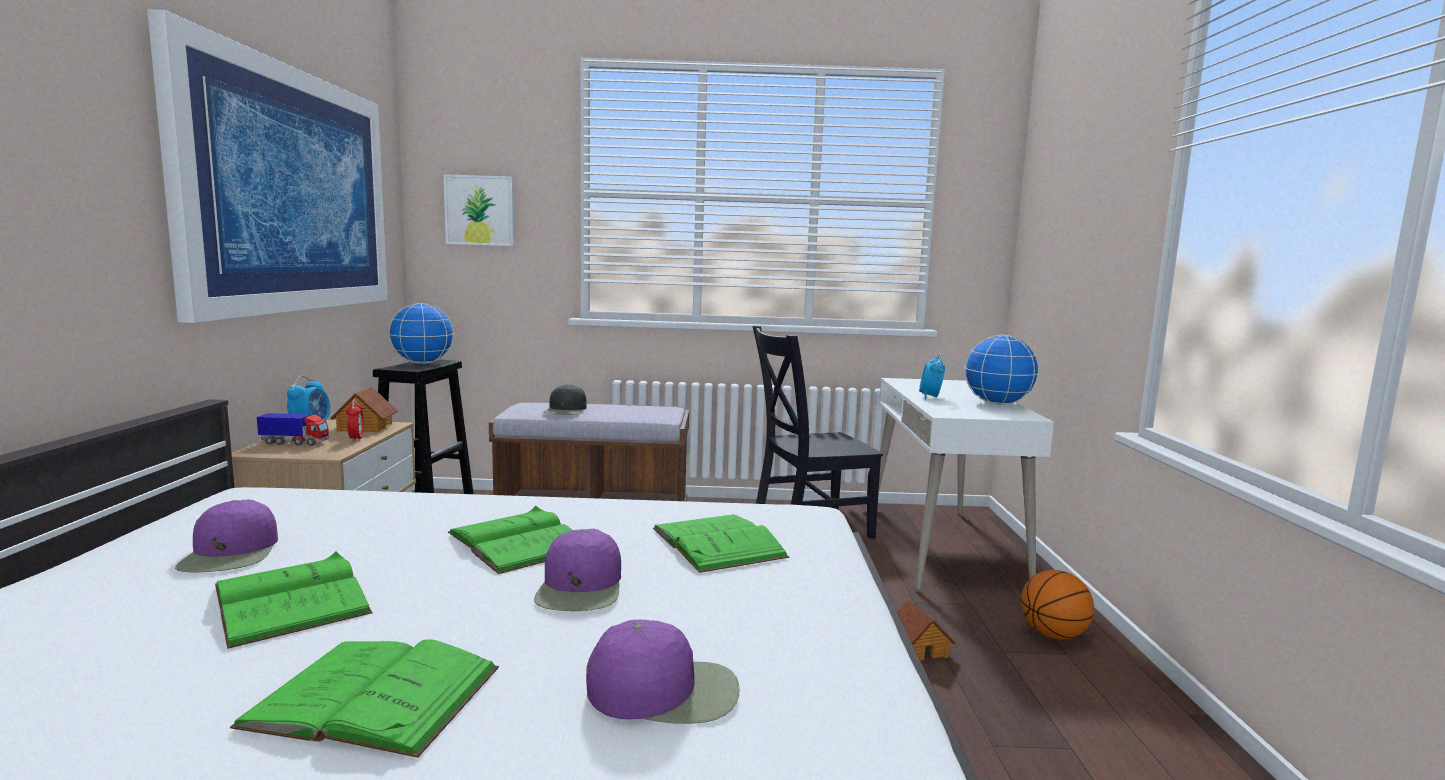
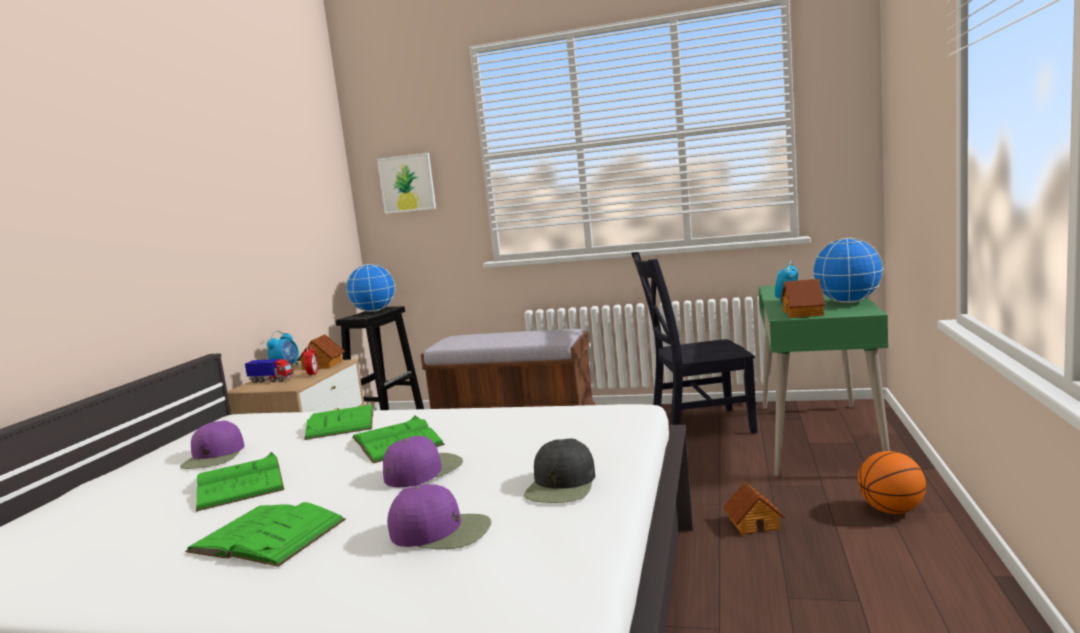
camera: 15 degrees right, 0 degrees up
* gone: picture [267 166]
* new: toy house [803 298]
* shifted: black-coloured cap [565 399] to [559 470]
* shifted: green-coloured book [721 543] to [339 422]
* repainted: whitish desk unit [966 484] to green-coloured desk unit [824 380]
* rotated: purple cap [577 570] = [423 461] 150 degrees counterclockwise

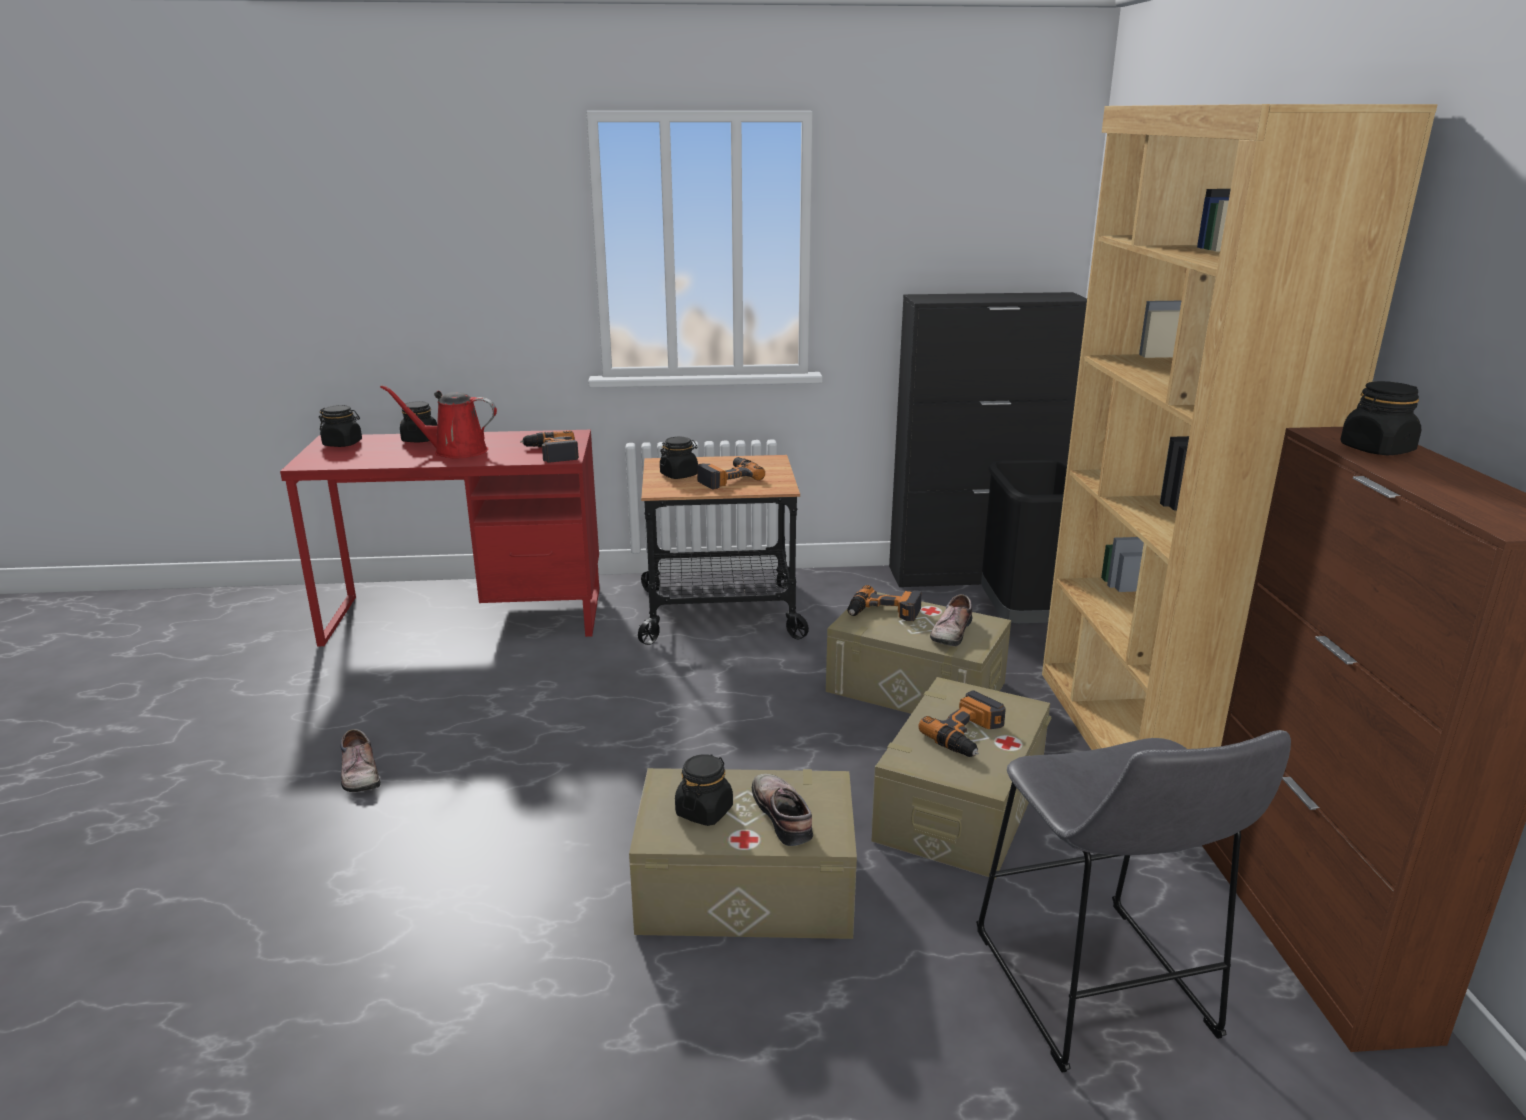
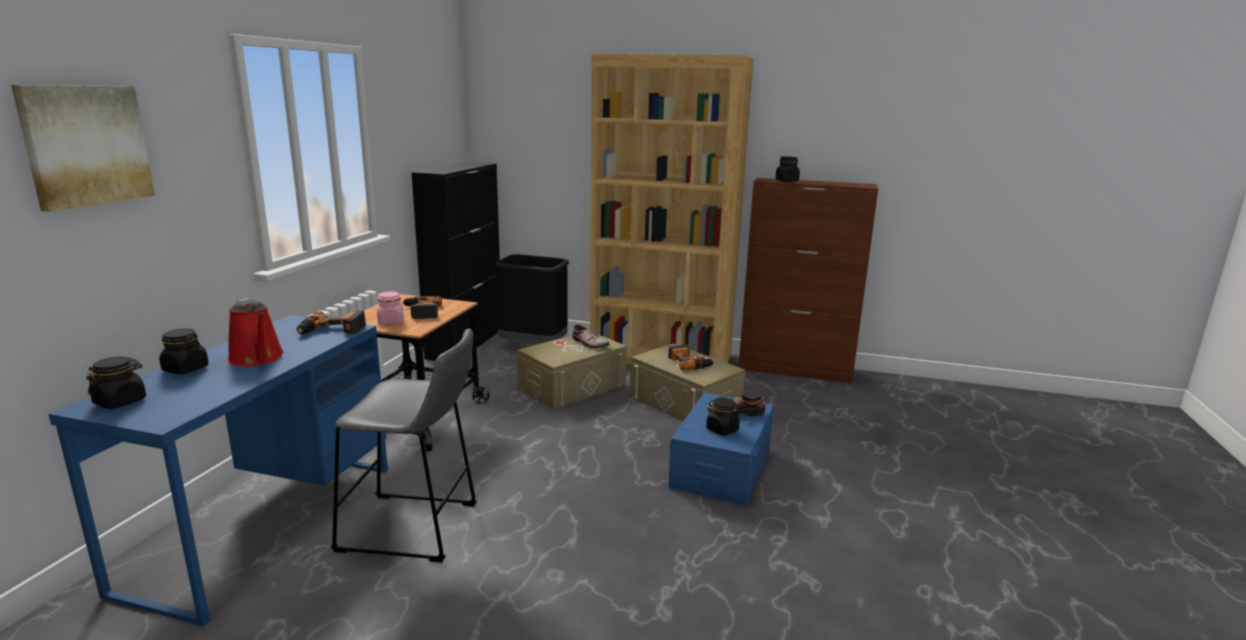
camera: 70 degrees left, 5 degrees down
* gone: shoe [361 760]
* gone: electric drill [884 603]
* new: picture [83 148]
* shifted: gray sitting stool [1133 901] to [404 445]
* repainted: reddish desk unit [439 538] to blue-coloured desk unit [218 470]
* repainted: beige-coloured storage bin [743 853] to blue-coloured storage bin [721 449]
* repainted: black-coloured jar [679 458] to pinkish jar [390 307]
* rotated: reddish sprinkling can [438 421] = [255 332] 60 degrees counterclockwise

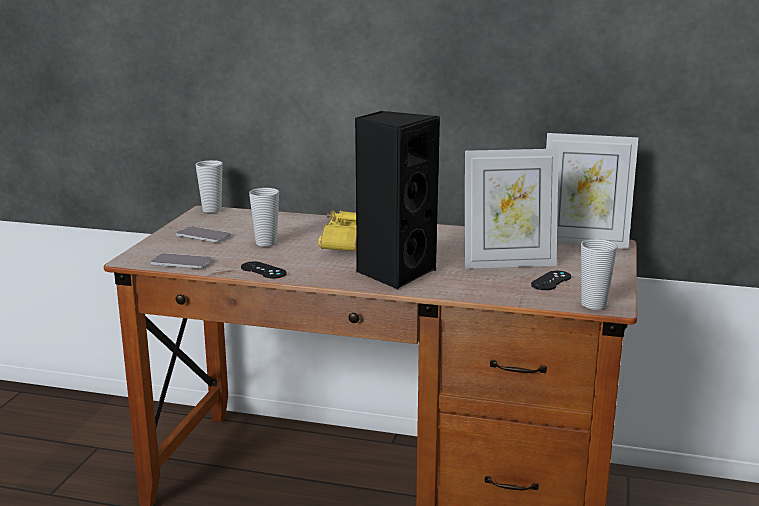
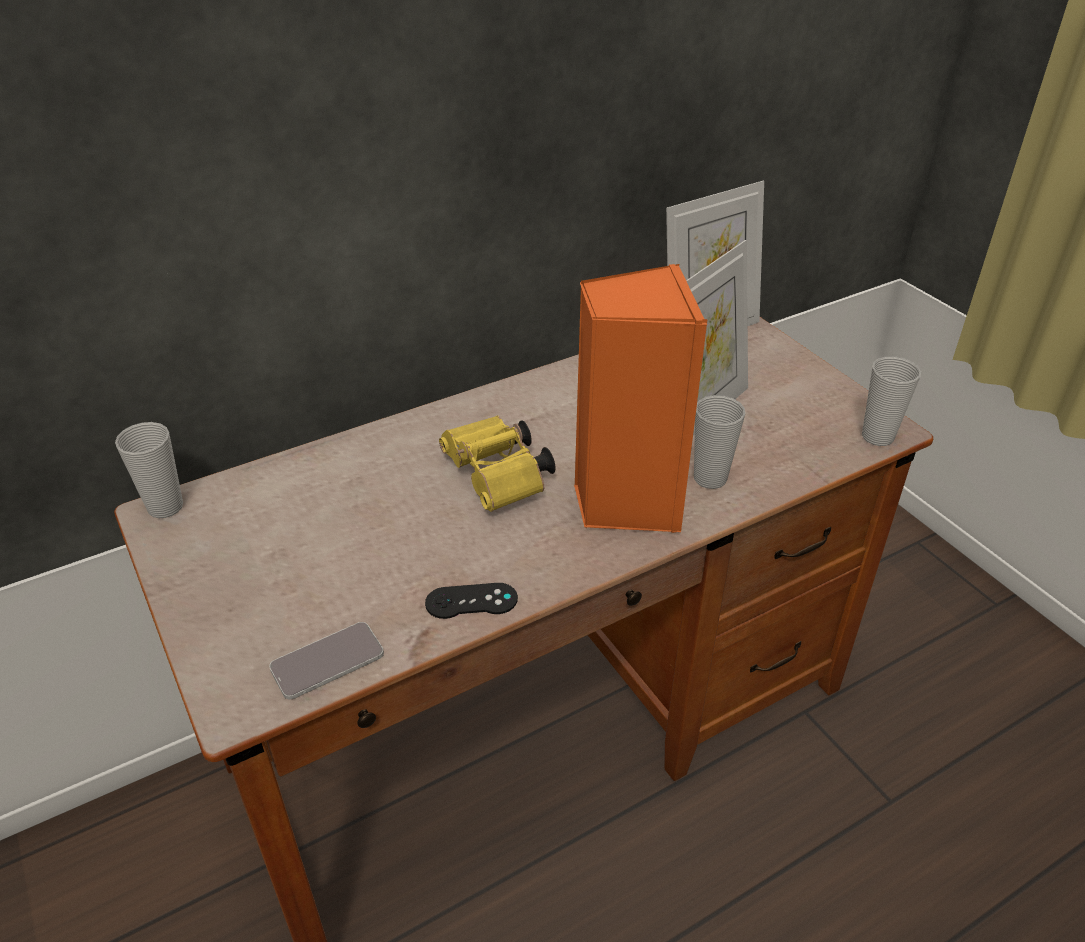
camera: 45 degrees left, 20 degrees up
* gone: handset [203 234]
* gone: black-coloured game controller [551 280]
* shifted: drinking cup [264 217] to [719 442]
* repainted: black-coloured loudspeaker [397 200] to orangey loudspeaker [641 398]

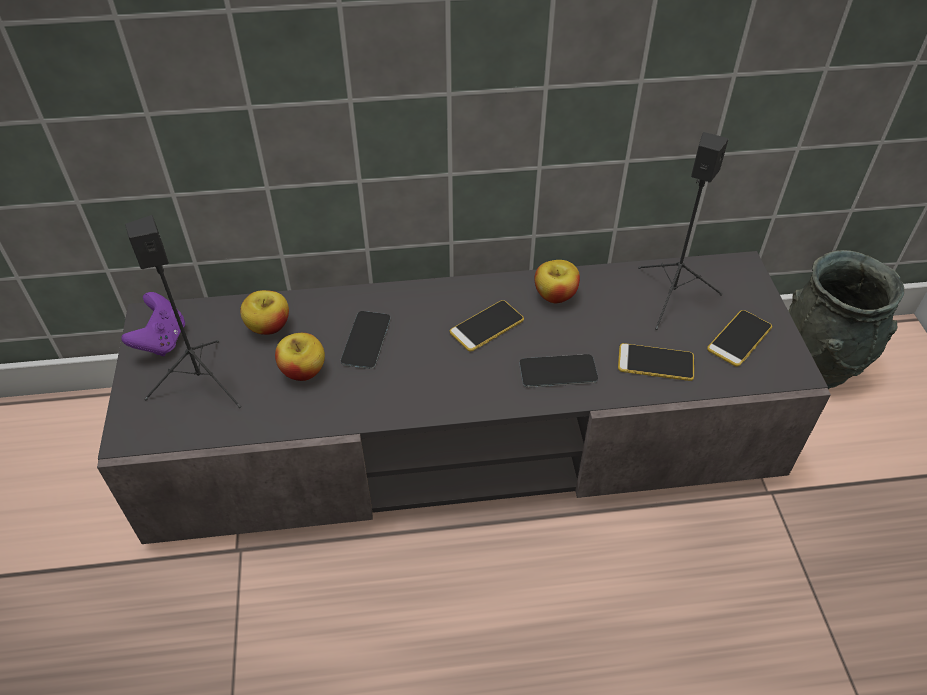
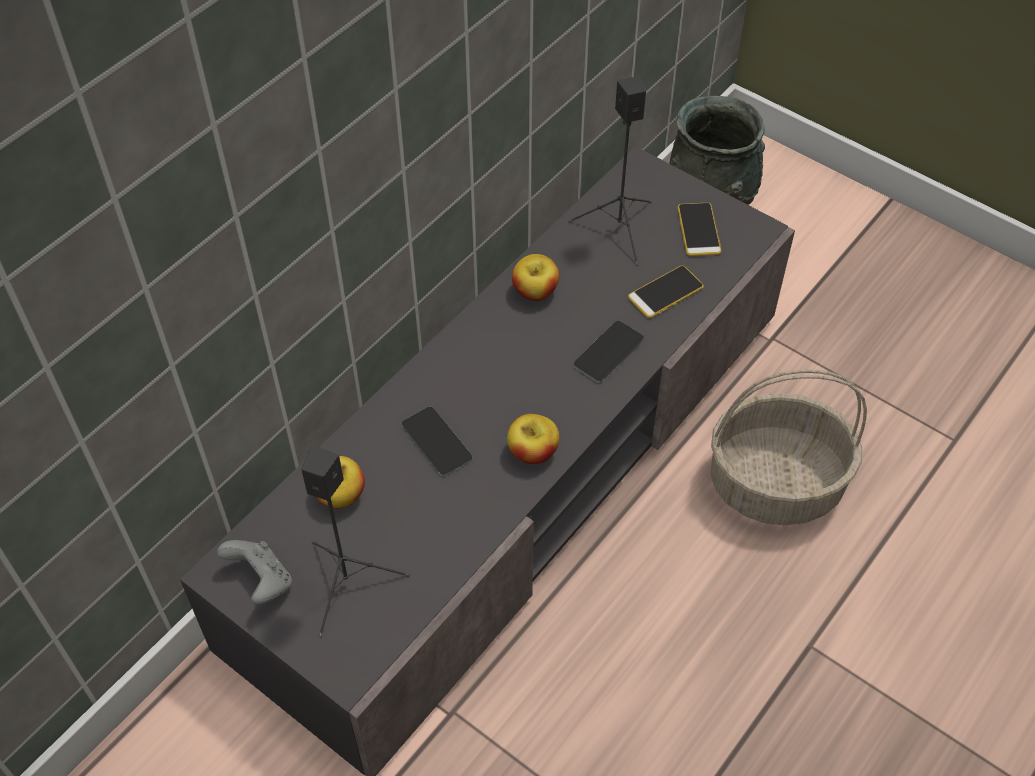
camera: 45 degrees left, 5 degrees up
* gone: handset [487 325]
* new: household basket [789 447]
* shifted: apple fruit [300 357] to [533 439]
* repainted: purple game controller [153 324] to gray game controller [254 572]

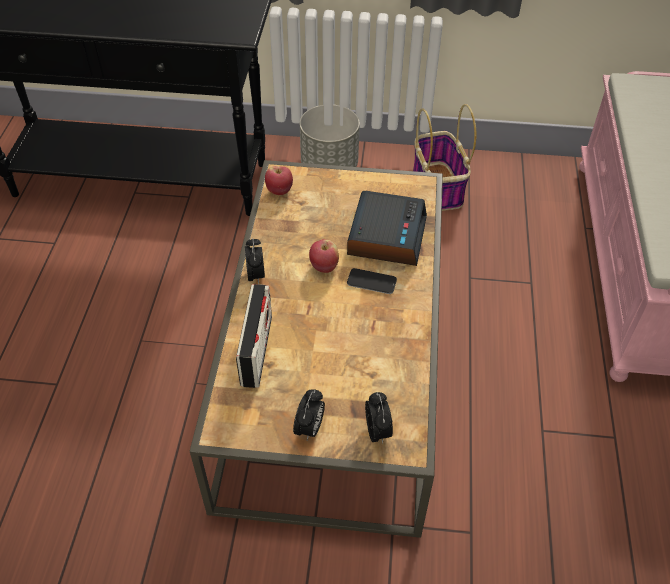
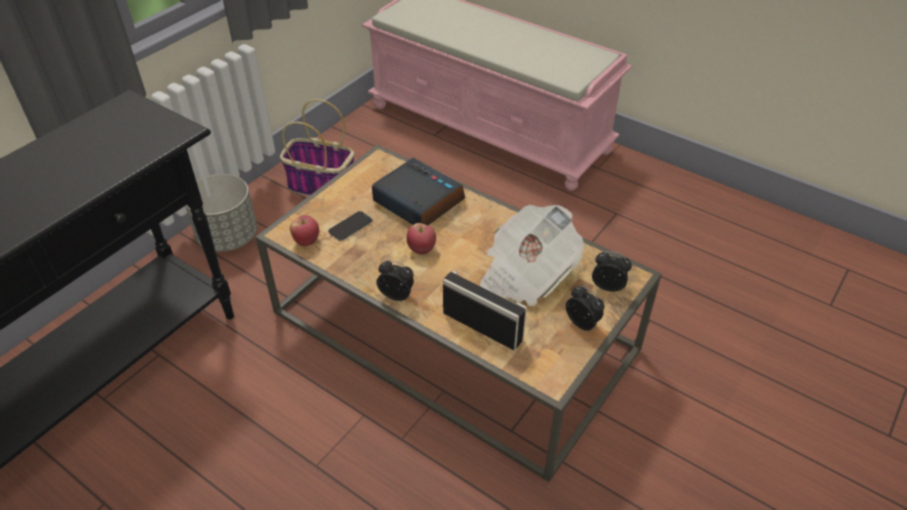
camera: 60 degrees left, 5 degrees down
* new: printed paper [532 255]
* shifted: handset [372 281] to [350 226]

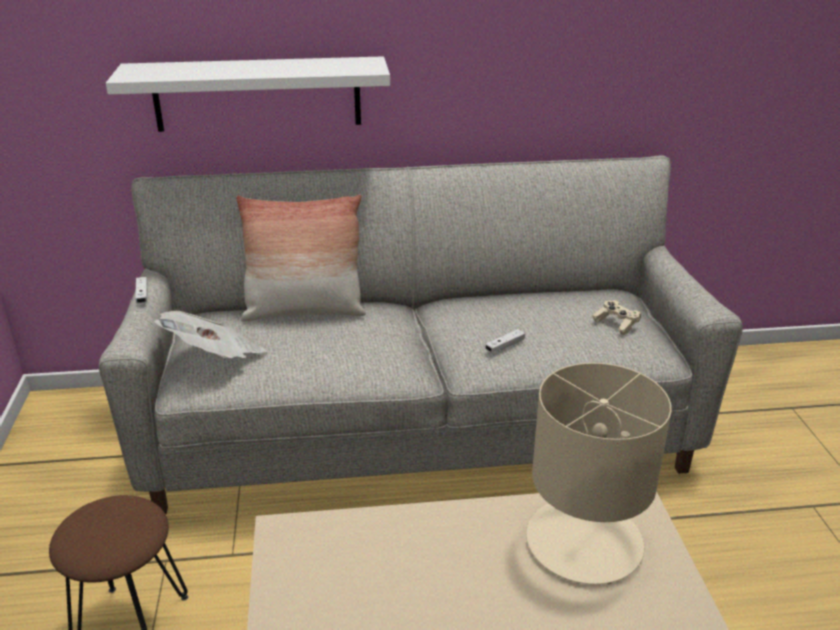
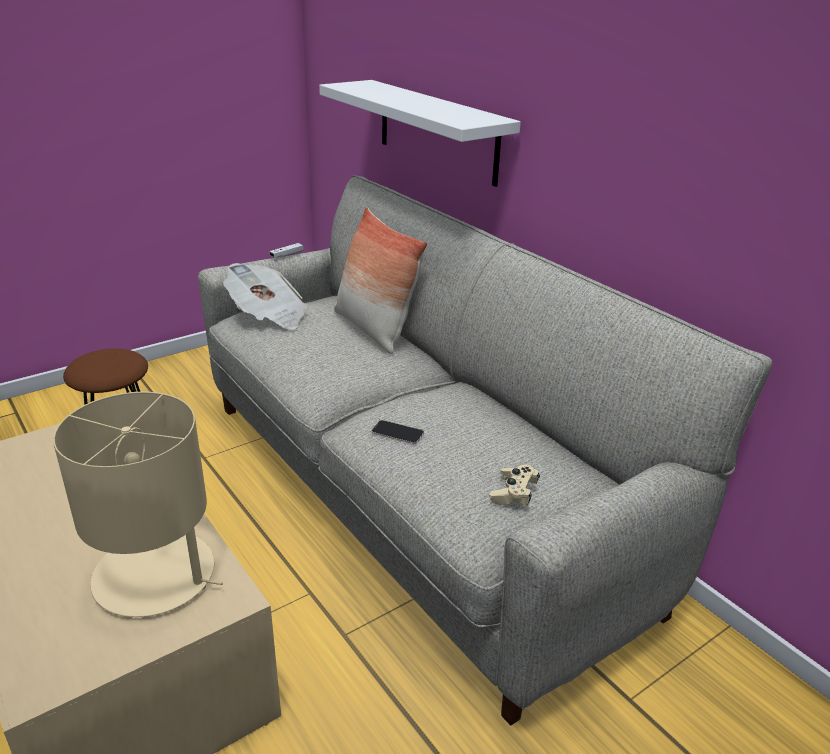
camera: 60 degrees right, 0 degrees up
* swapped: whitish game controller [505 341] to handset [397 432]

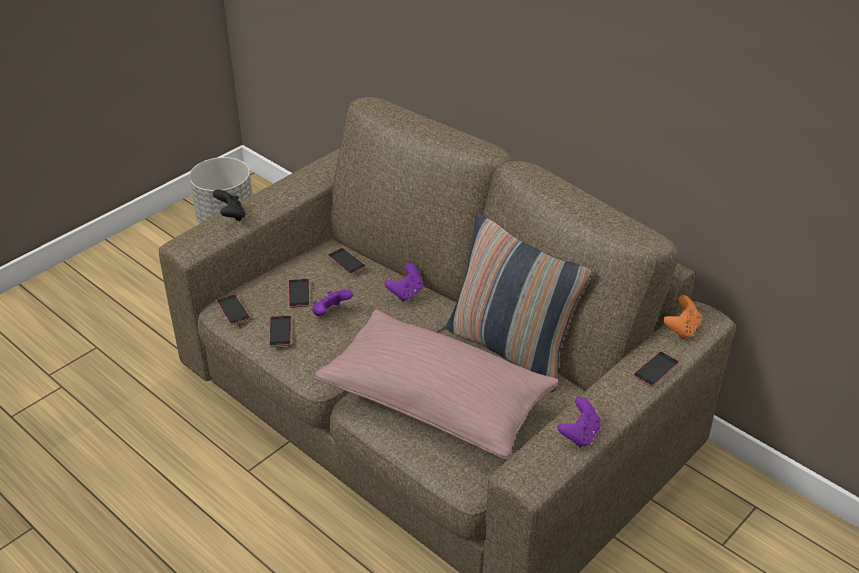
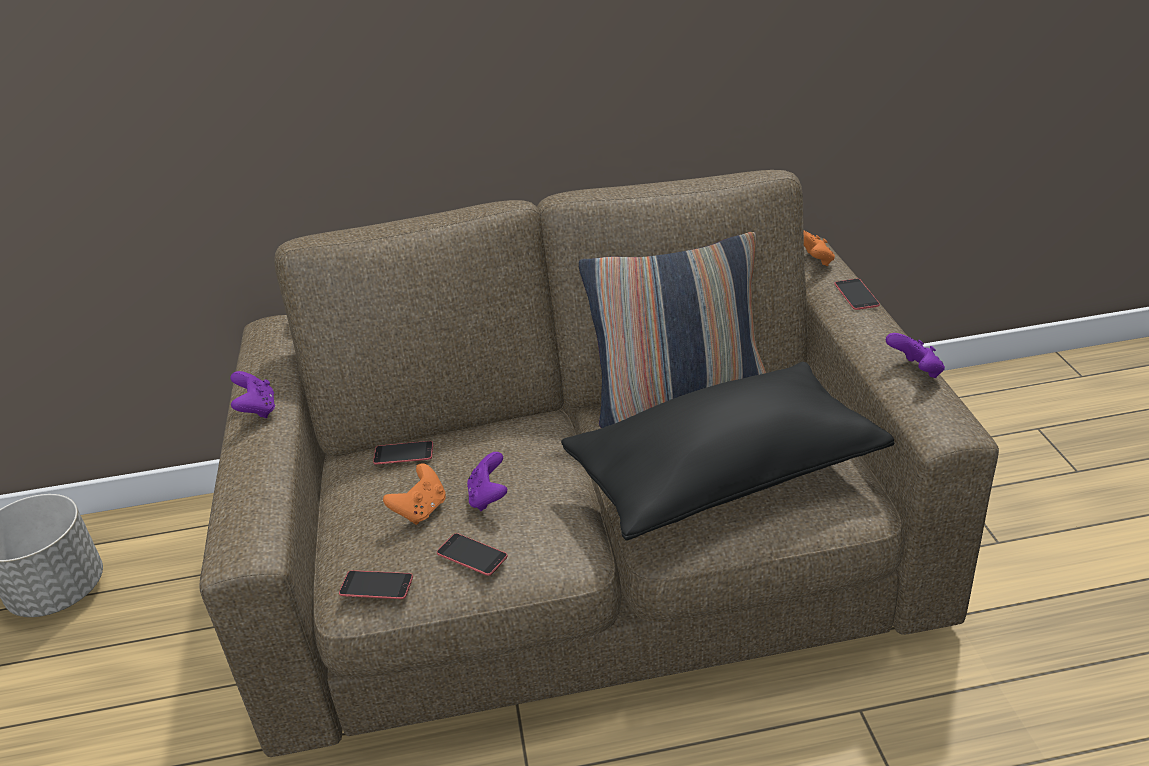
camera: 50 degrees left, 5 degrees down
* gone: black-coloured game controller [228 205]
* shifted: purple game controller [404 282] to [252 394]
* swapped: handset [299 293] to orangey game controller [414 494]
* repainted: pinkish pillow [436 385] to black-coloured pillow [727 451]

